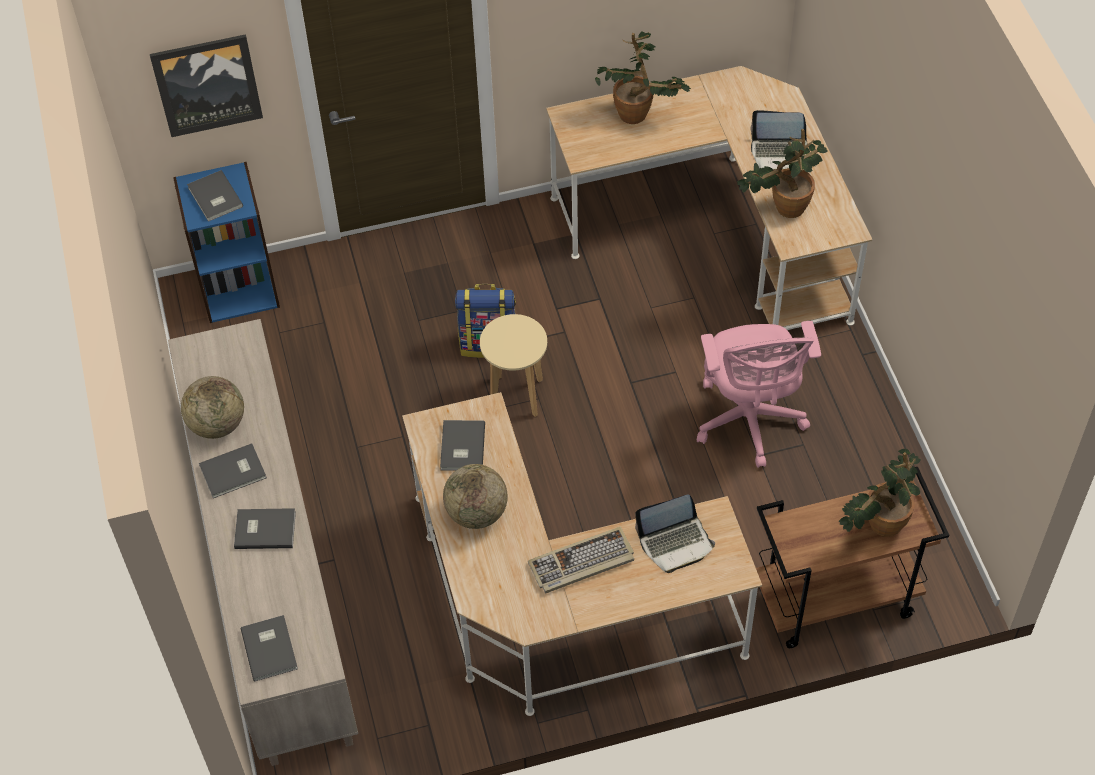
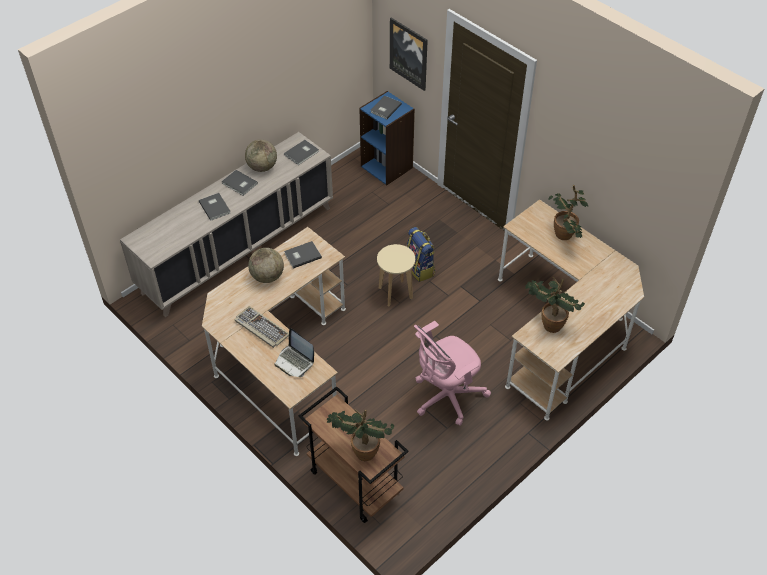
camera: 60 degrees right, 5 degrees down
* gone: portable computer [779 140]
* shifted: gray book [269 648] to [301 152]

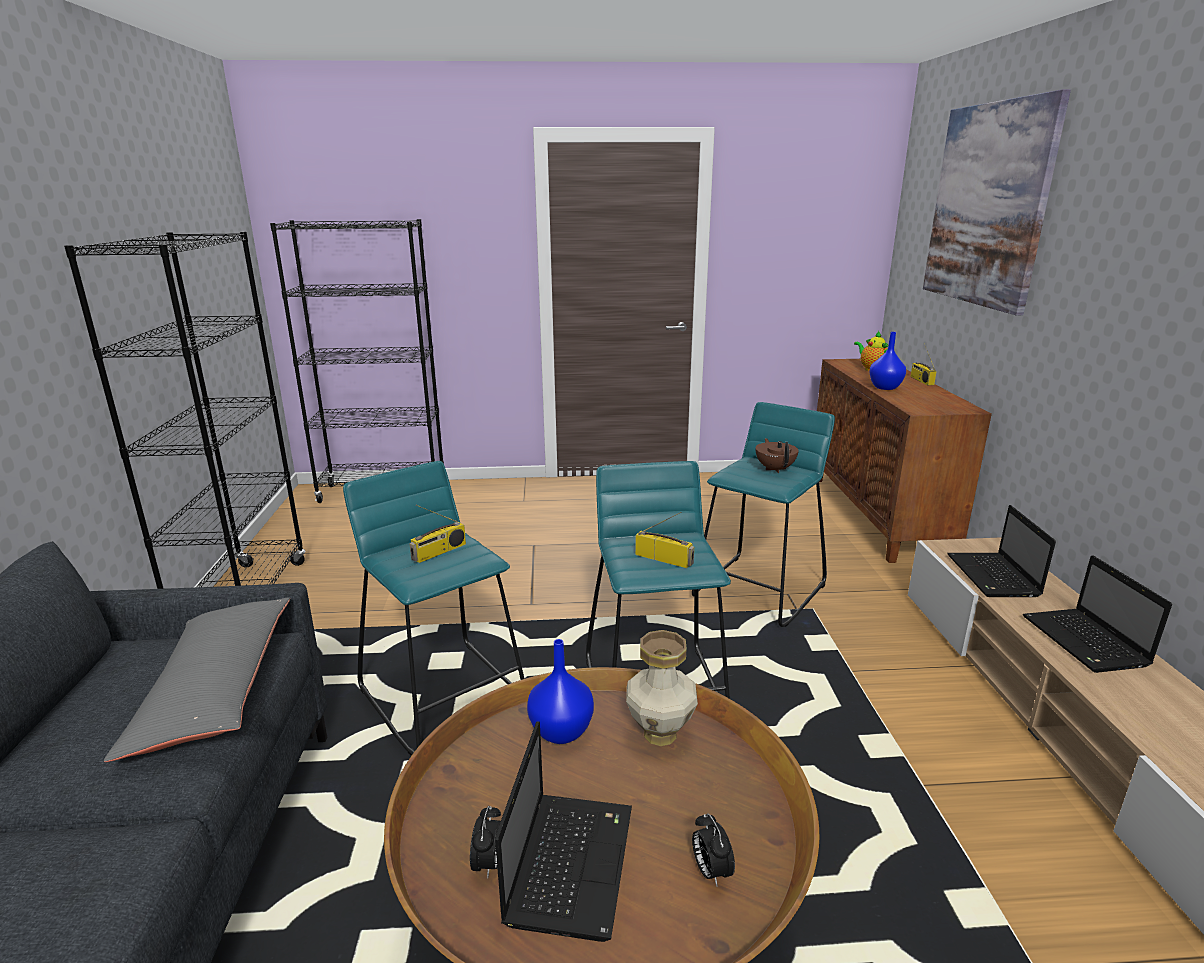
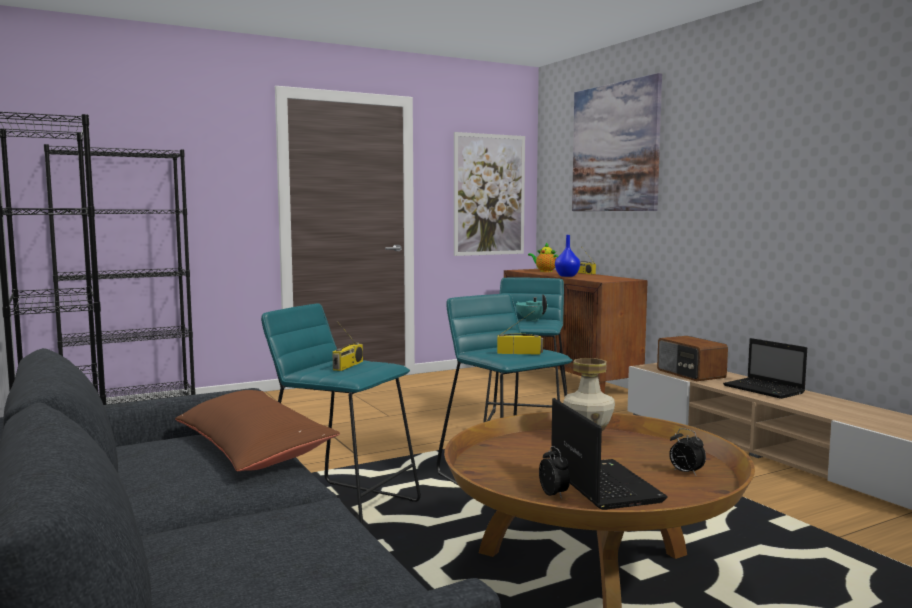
camera: 25 degrees left, 15 degrees down
* gone: blue-coloured decorative vase [560 691]
* new: picture [489 194]
* swapped: portable computer [1001 551] to radio receiver [692 358]
* repainted: gray pillow [197 679] to brown pillow [257 430]
* repainted: brown pot for tea [777 455] to turquoise pot for tea [532 308]

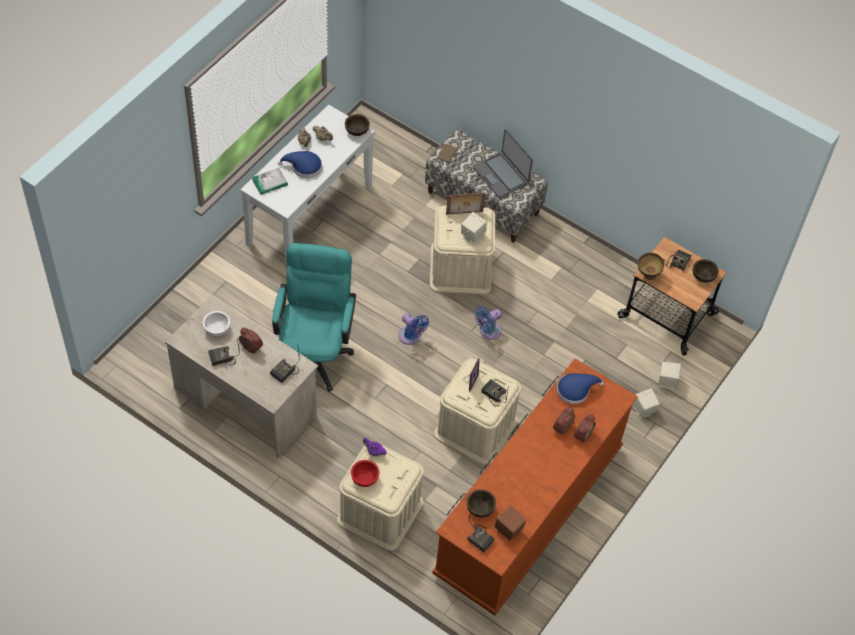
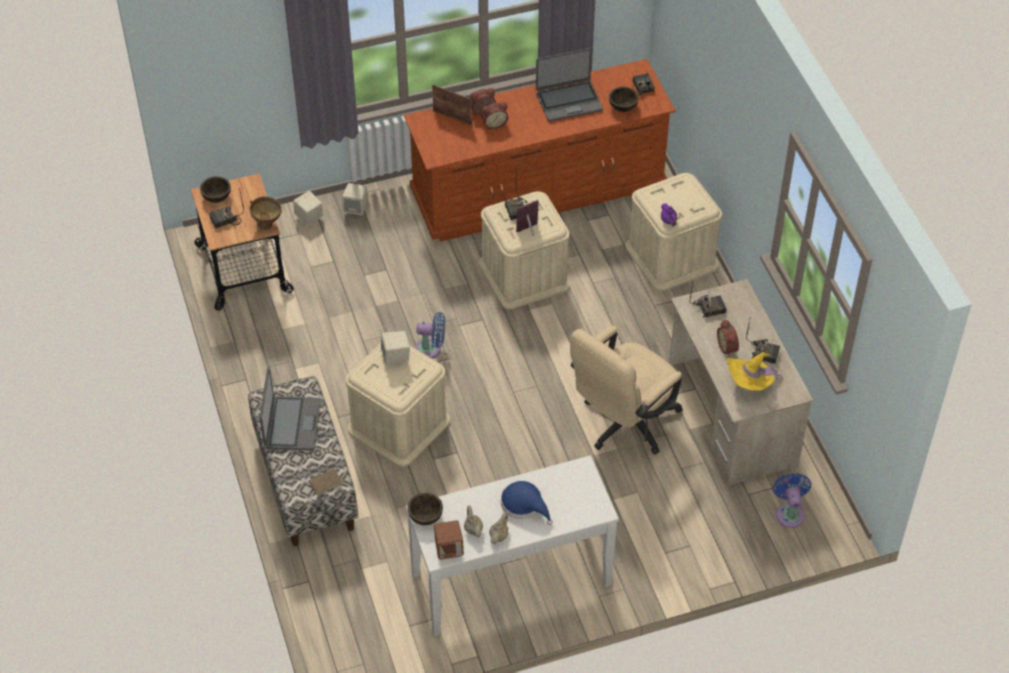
camera: 140 degrees left, 5 degrees down
* gone: book [270 181]
* gone: reddish serving bowl [365 473]
* gone: blue-coloured hat [580 388]
* new: portable computer [569 85]
* shifted: blue-coloured fan [413 329] to [791 500]
* shifted: standing frame [465 204] to [452 104]
* shifted: brown loudspeaker [510 523] to [449 540]
* swapped: whitish serving bowl [216 323] to yellow-coloured hat [754 371]
* repainted: turquoise computer chair [314 317] to beige-coloured computer chair [626 390]

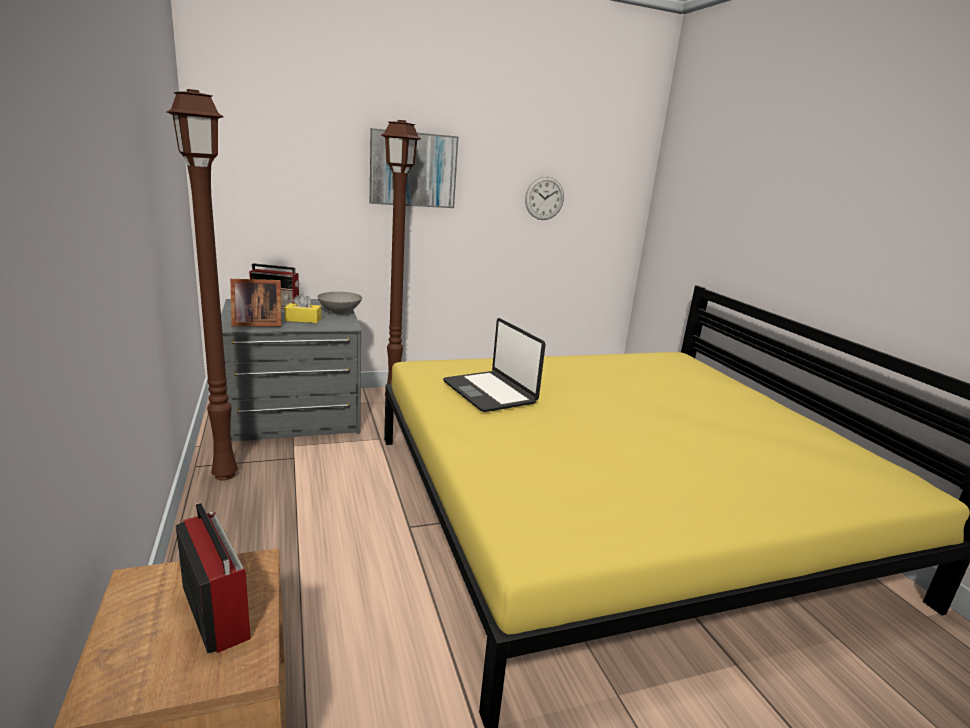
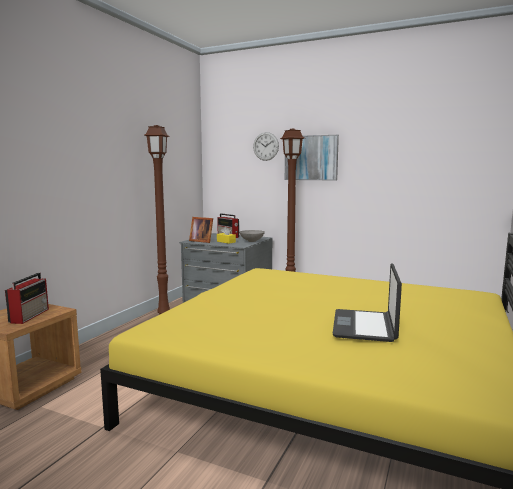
camera: 45 degrees right, 10 degrees down
* shifted: portable computer [494 365] to [367 302]
* shifted: wall clock [544 198] to [266 146]

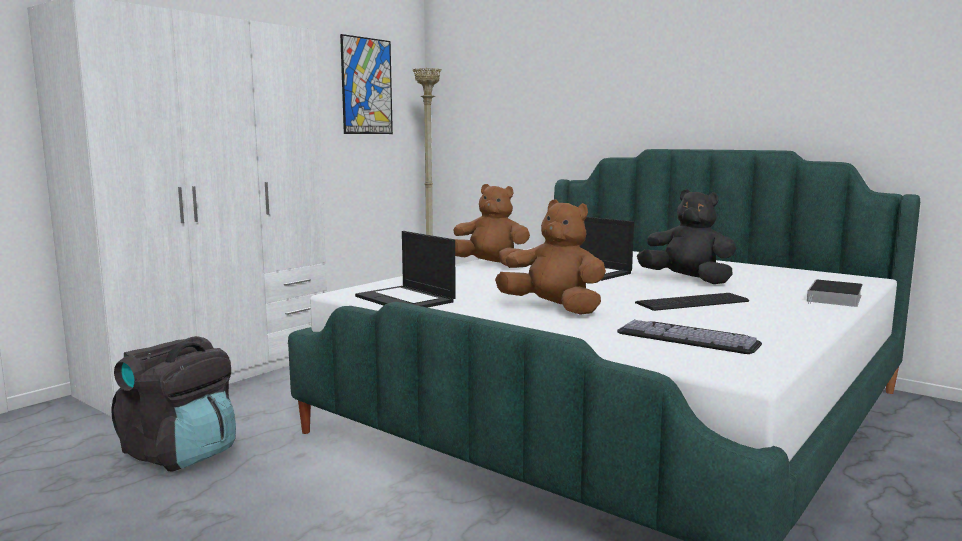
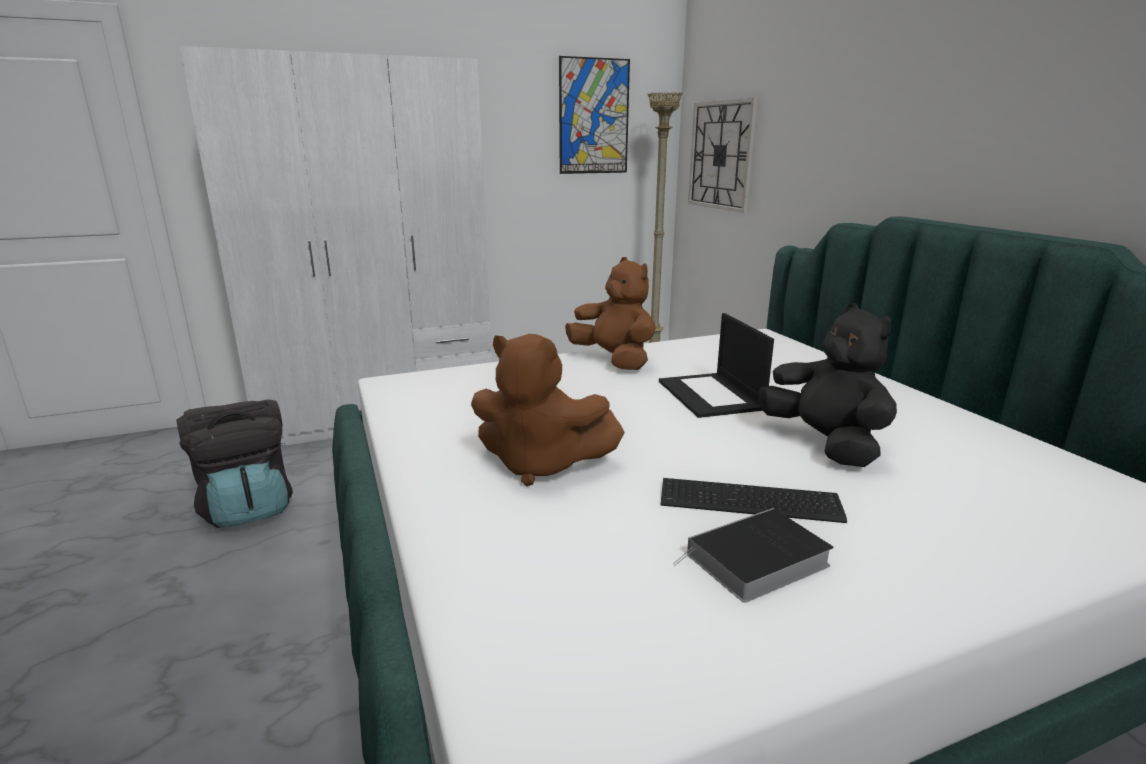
camera: 30 degrees right, 10 degrees up
* gone: portable computer [405 269]
* gone: keyboard [689 337]
* new: wall clock [723 155]
* shifted: book [835 293] to [753 555]
* rotated: brown soft toy [550 257] = [548 410] 135 degrees clockwise

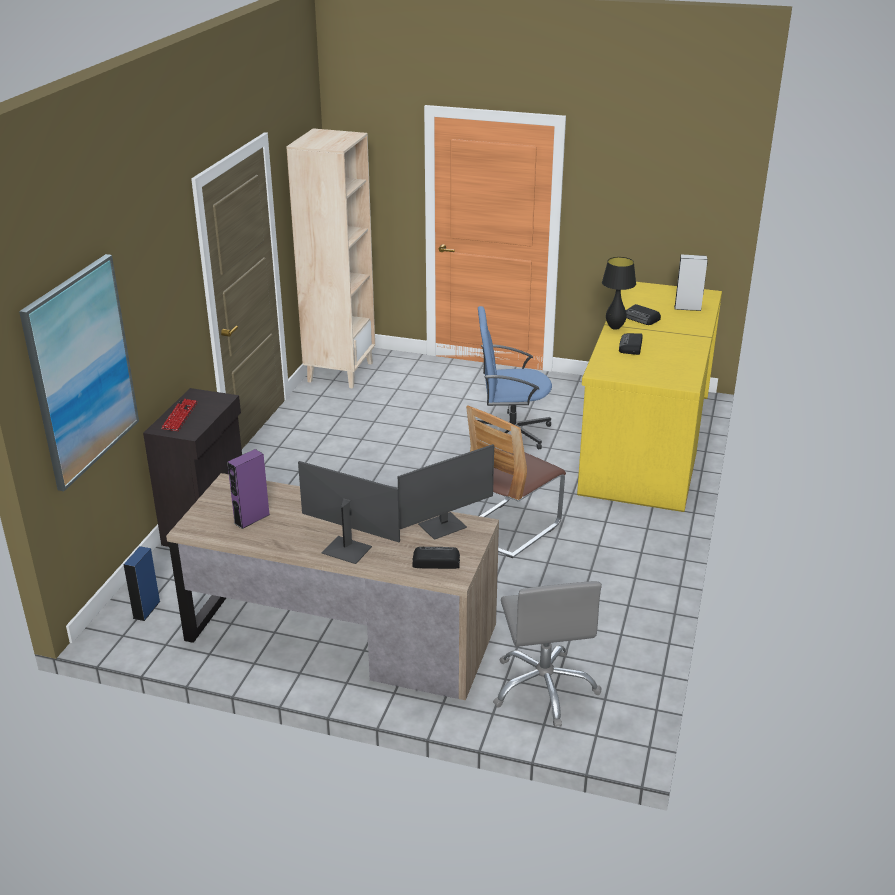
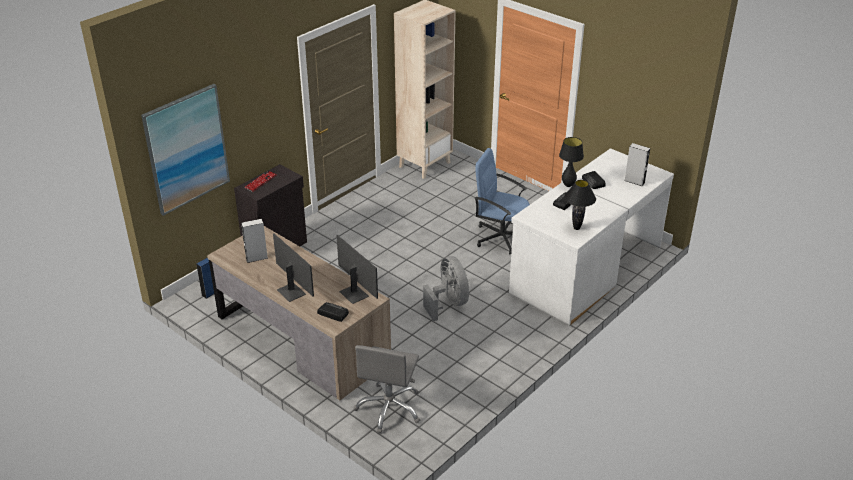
camera: 25 degrees right, 5 degrees up
* new: black-coloured lamp for a table [580 205]
* swapped: plain chair [516 481] to gray fan [446 288]
* repainted: purple loudspeaker [248 489] to gray loudspeaker [254 241]
* repainted: yellow-coloured desk unit [649 397] to whitish desk unit [591 237]
* rotated: monitor [446 492] = [357 269] 120 degrees counterclockwise

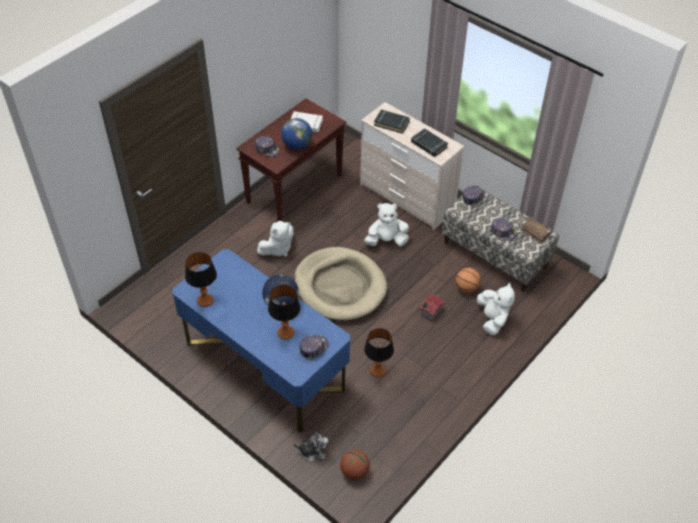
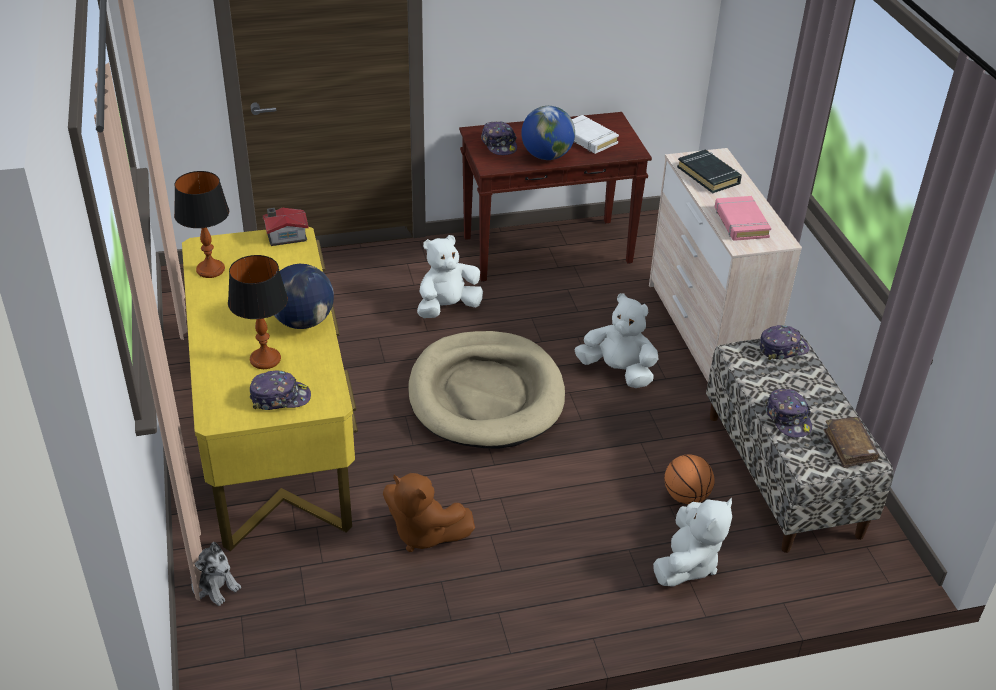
camera: 35 degrees right, 10 degrees down
* gone: basketball [355 465]
* shifted: toy house [432 307] to [286 227]
* swapped: lamp for a table [379 352] to brown soft toy [429 512]
* repainted: blue-coloured desk unit [261 340] to yellow-coloured desk unit [270 389]
* repainted: black-coloured book [429 142] to pinkish book [743 218]
* rotated: whitish soft toy [275 239] = [450 276] 150 degrees clockwise

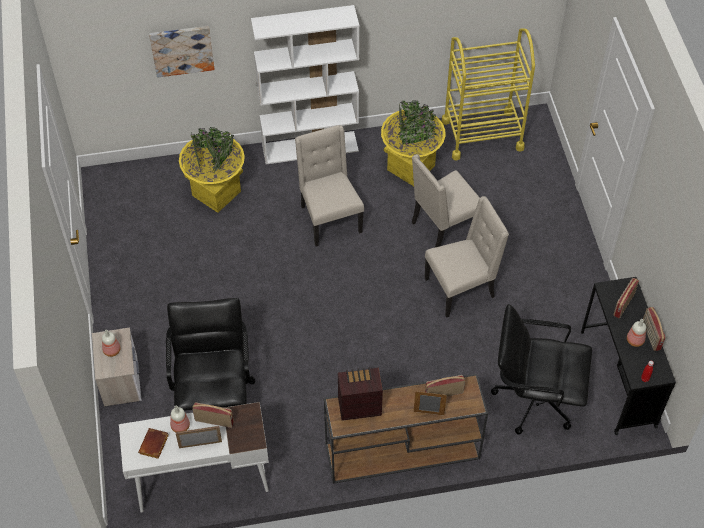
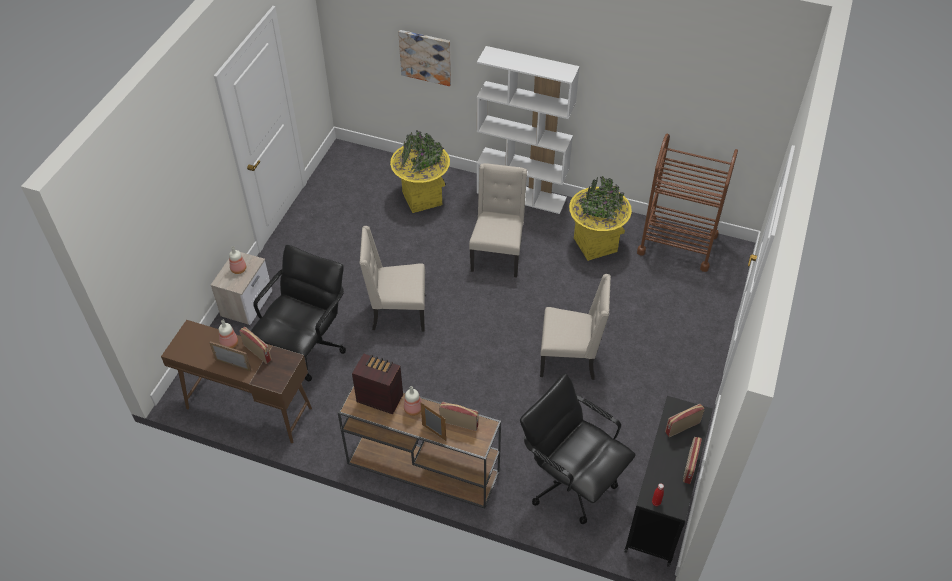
camera: 30 degrees right, 5 degrees down
* gone: brown book [153 443]
* shifted: beige-coloured plain chair [446 200] to [392 279]
* shifted: drink bottle [636 333] to [413 401]
* repainted: whitish desk unit [194 457] to brown desk unit [236 381]
* repainted: yellow-coloured cart [488 94] to brown cart [687 202]

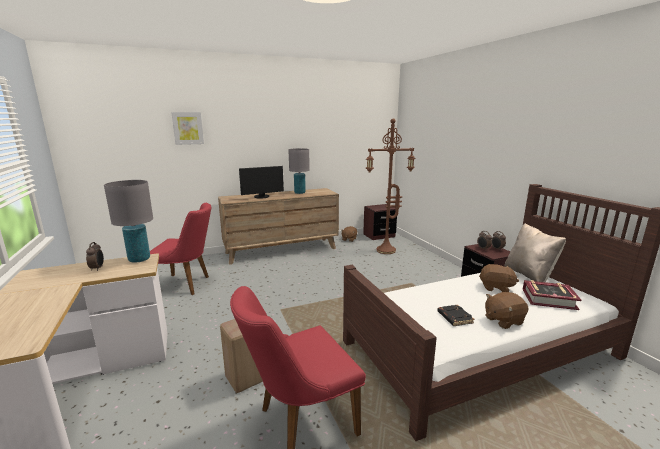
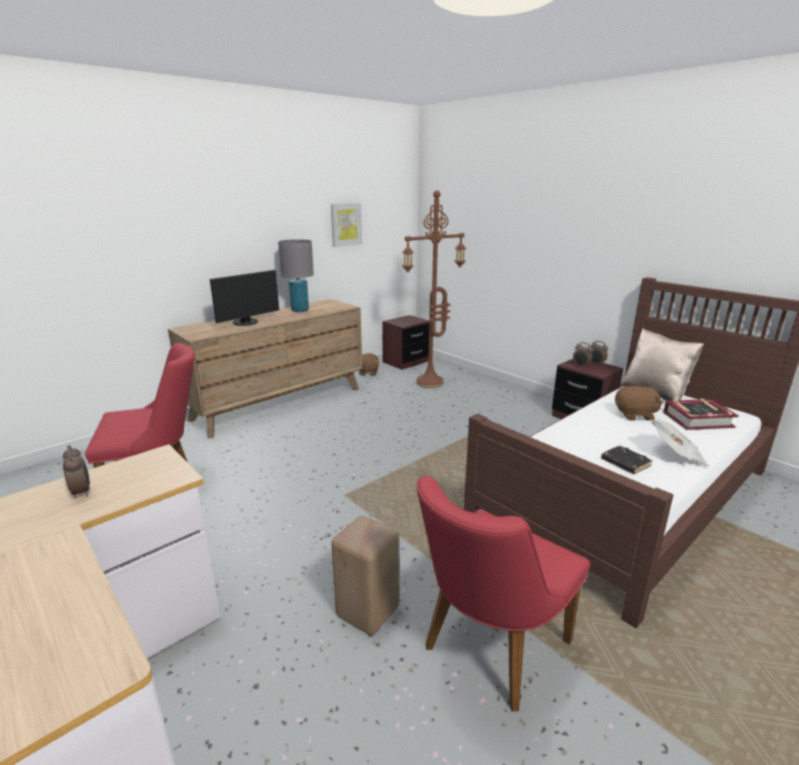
camera: 20 degrees left, 5 degrees up
* gone: gray lamp for a table [128 221]
* shifted: picture [187 128] to [346 225]
* swapped: brown soft toy [507 310] to printed paper [679 442]

